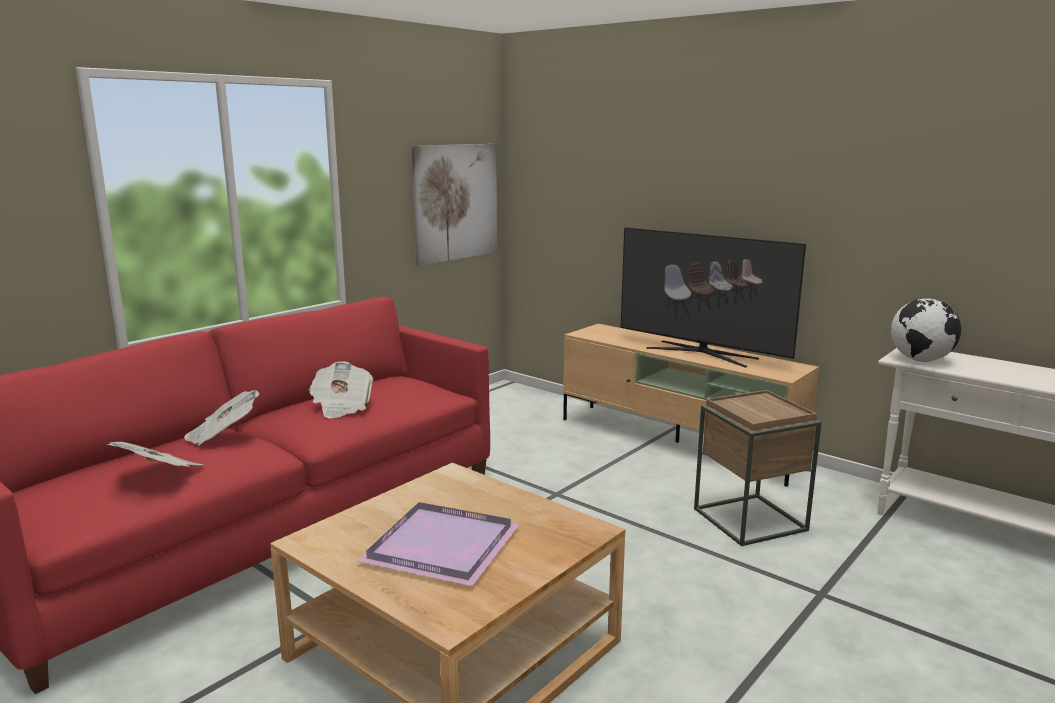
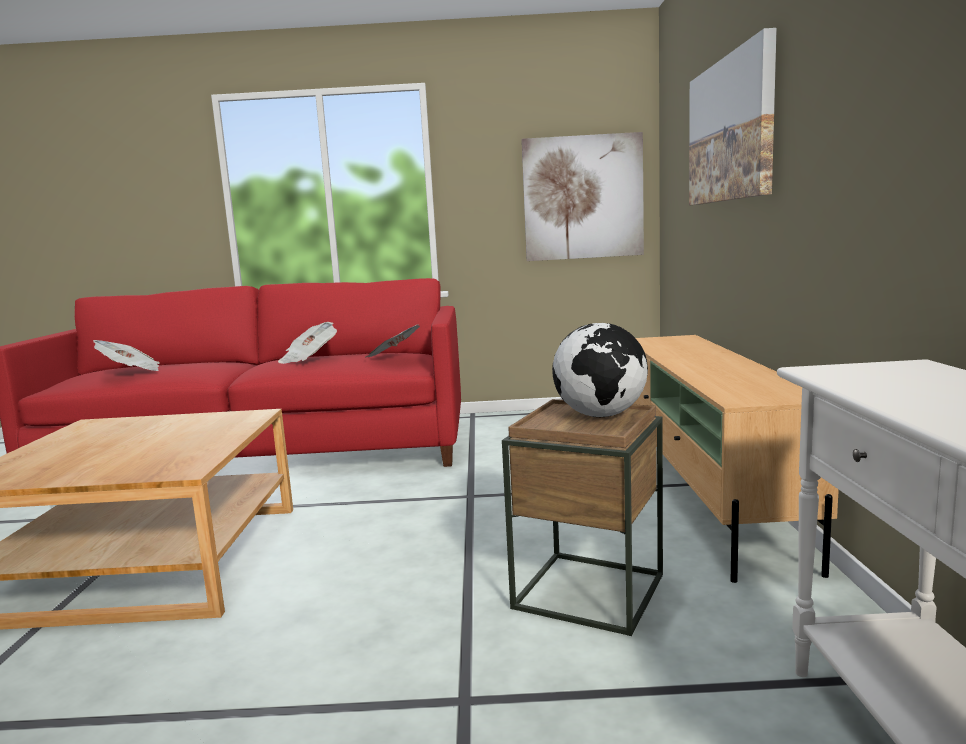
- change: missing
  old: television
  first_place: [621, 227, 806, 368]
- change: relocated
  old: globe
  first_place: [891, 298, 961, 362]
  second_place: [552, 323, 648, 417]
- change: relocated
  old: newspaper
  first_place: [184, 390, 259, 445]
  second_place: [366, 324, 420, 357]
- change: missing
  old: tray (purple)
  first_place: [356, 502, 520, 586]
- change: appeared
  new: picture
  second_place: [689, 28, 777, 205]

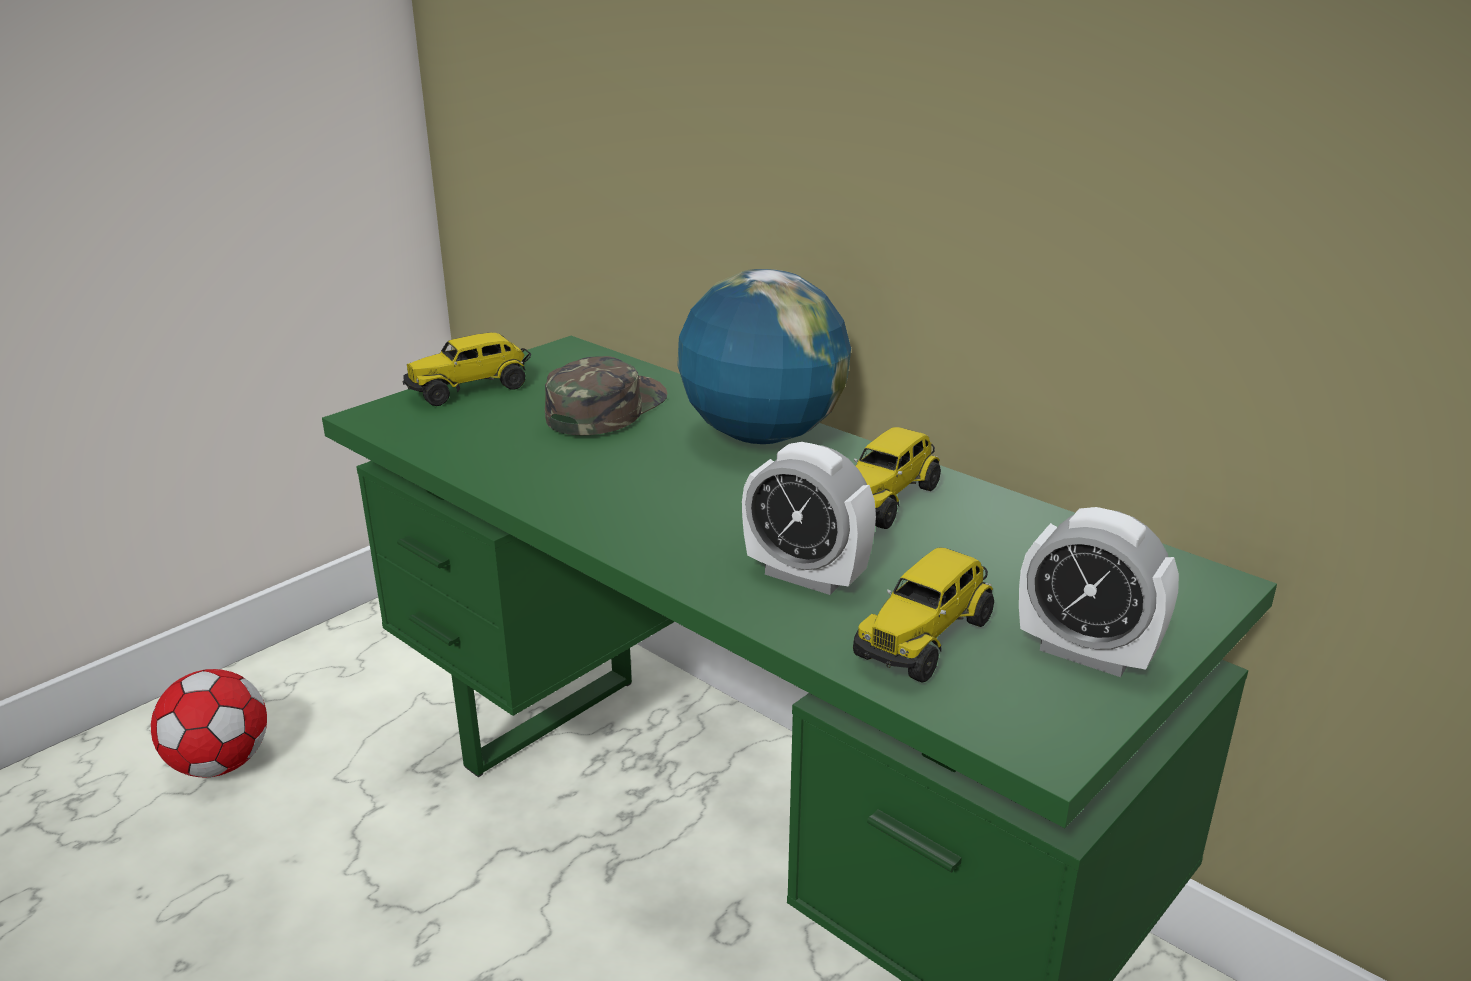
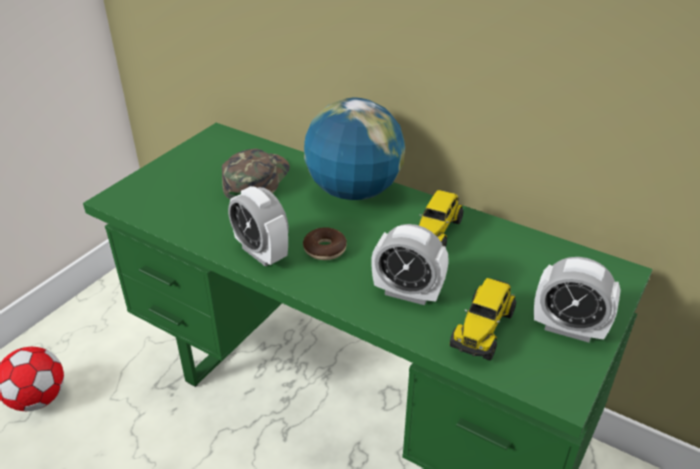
- change: missing
  old: toy truck
  first_place: [402, 332, 531, 406]
- change: appeared
  new: alarm clock
  second_place: [228, 186, 289, 267]
- change: appeared
  new: donut
  second_place: [303, 227, 347, 260]

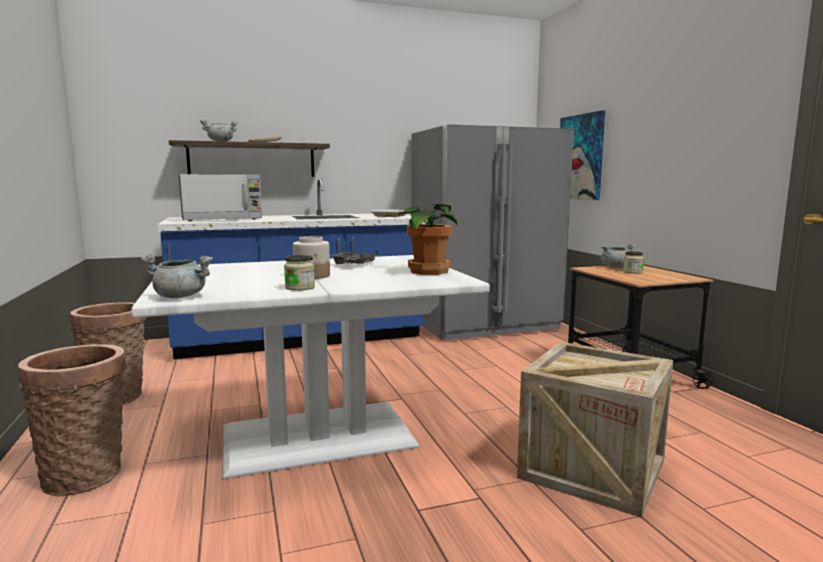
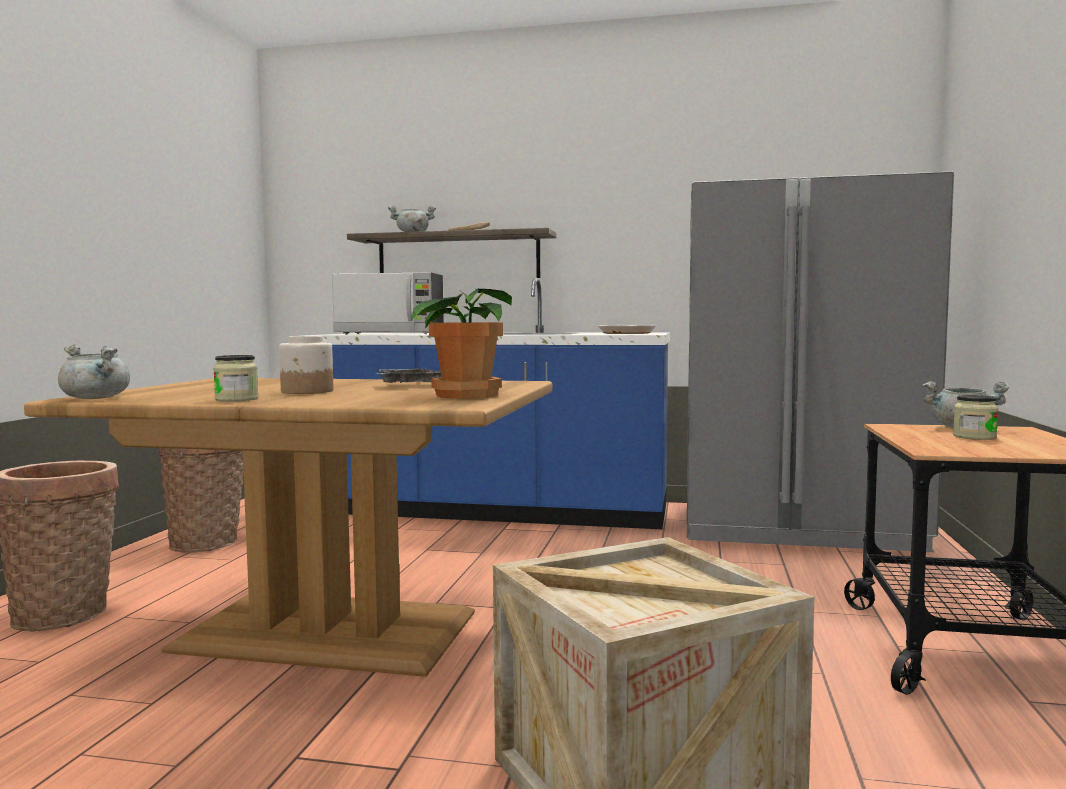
- change: missing
  old: picture
  first_place: [560, 111, 605, 200]
- change: colour
  old: dining table (white)
  new: dining table (brown)
  first_place: [131, 255, 490, 479]
  second_place: [24, 378, 552, 677]

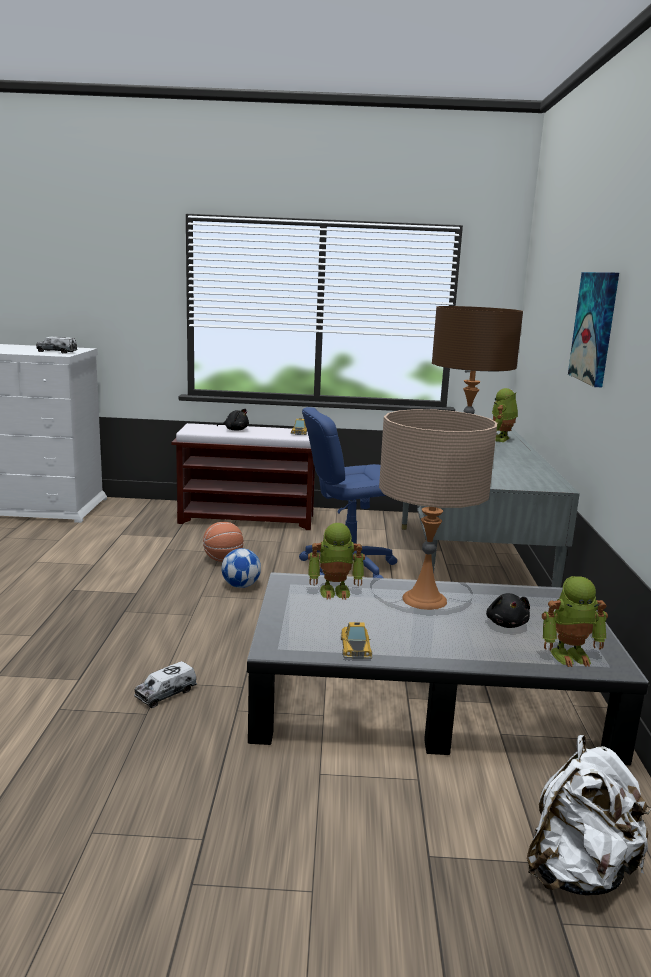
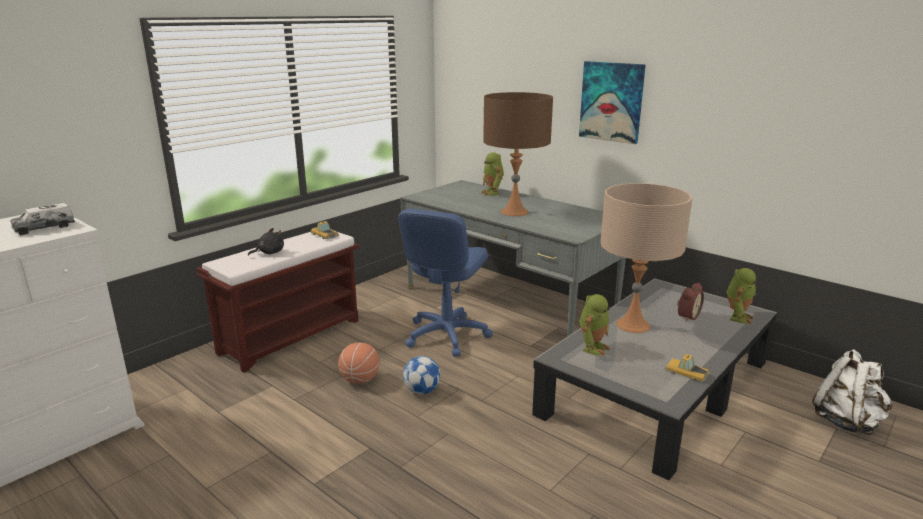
- change: exchanged
  old: plush toy (black)
  new: alarm clock
  first_place: [486, 593, 530, 628]
  second_place: [677, 283, 704, 322]
- change: missing
  old: toy truck
  first_place: [134, 661, 197, 708]

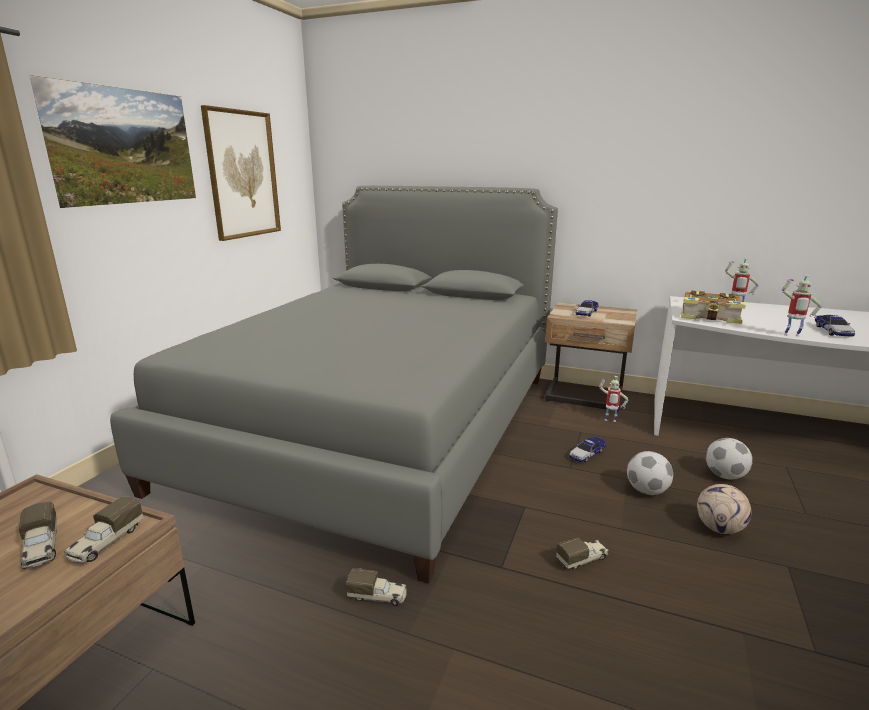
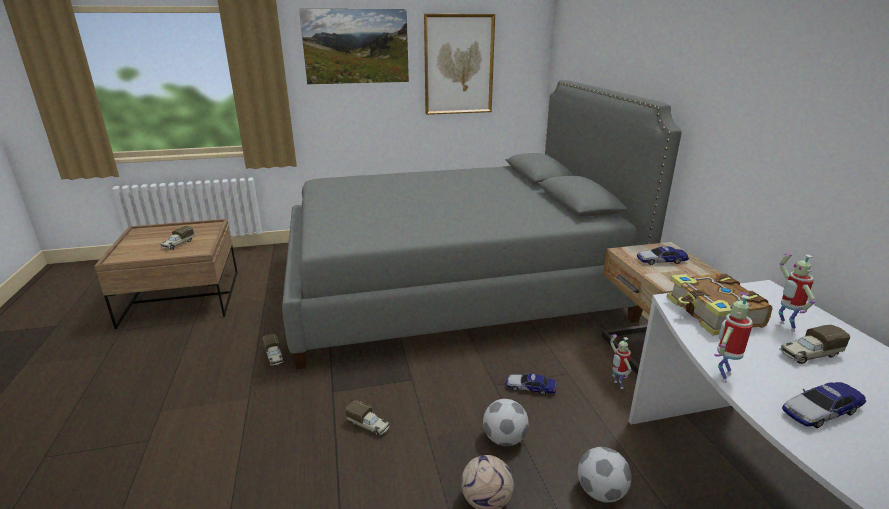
- change: spun
  old: toy robot
  first_place: [782, 275, 822, 336]
  second_place: [714, 292, 753, 383]
  degrees: 60
- change: relocated
  old: toy truck
  first_place: [64, 496, 144, 563]
  second_place: [779, 325, 850, 364]

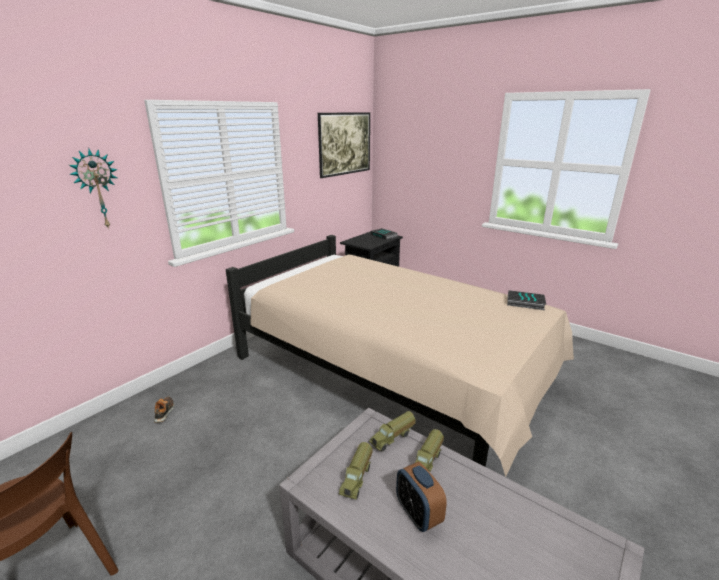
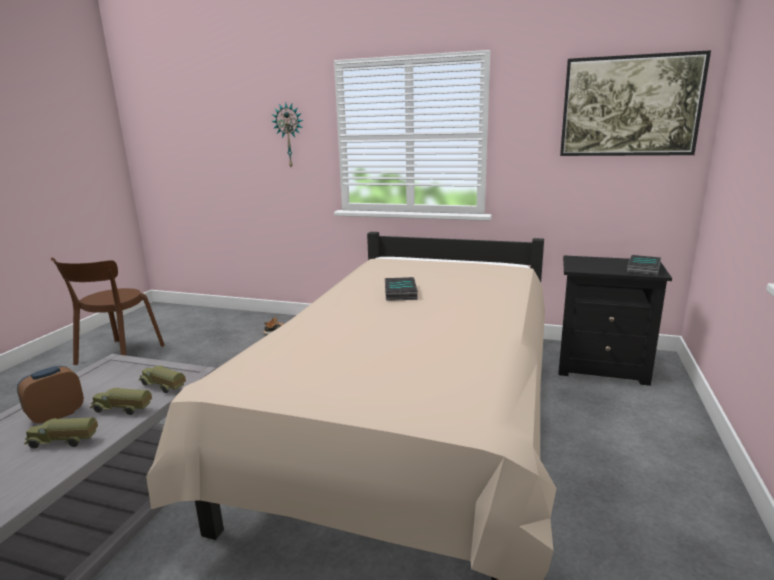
- change: relocated
  old: book
  first_place: [507, 290, 546, 310]
  second_place: [385, 277, 418, 301]
- change: relocated
  old: toy truck
  first_place: [339, 442, 373, 500]
  second_place: [24, 418, 98, 448]

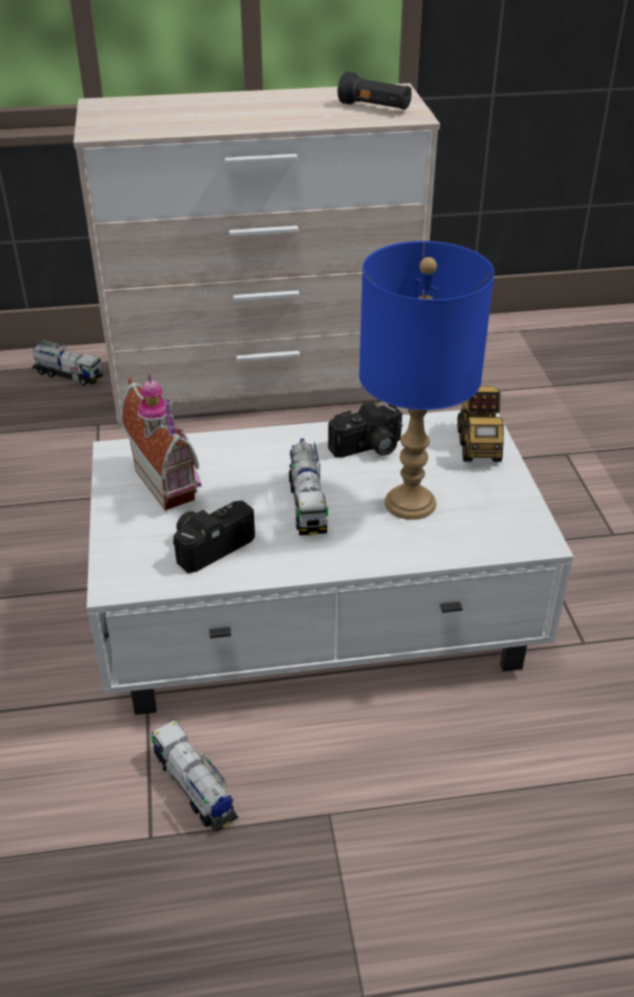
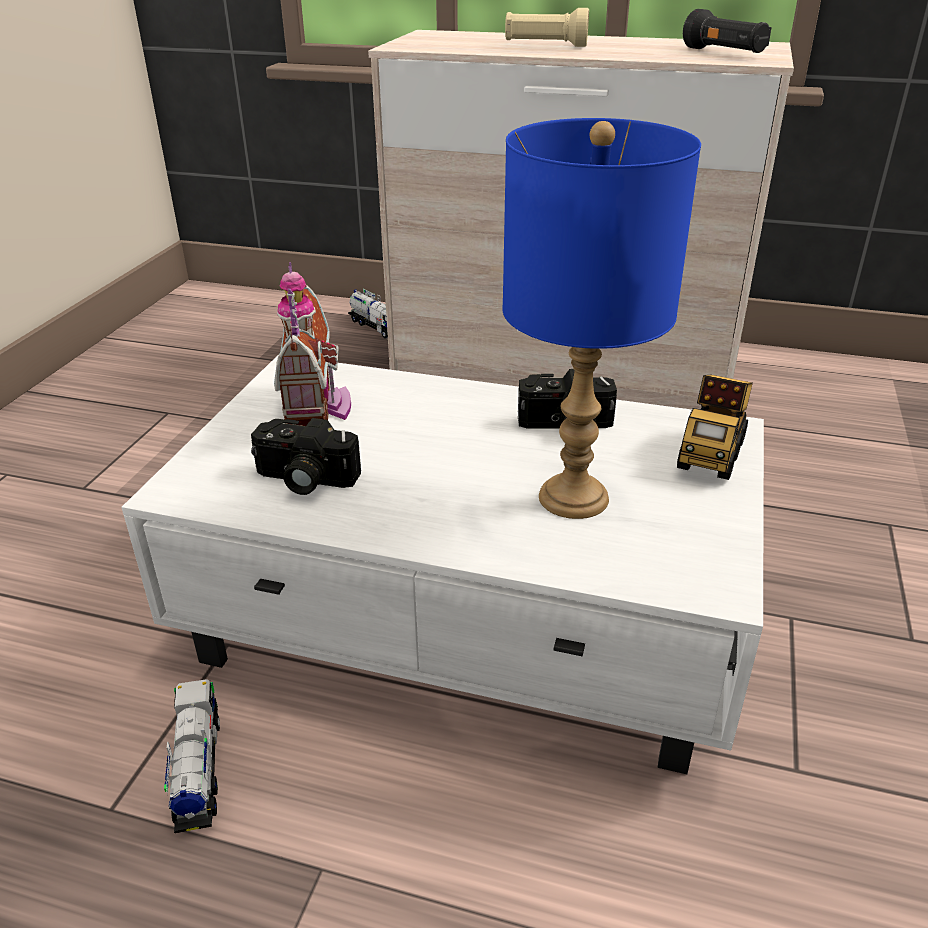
- change: missing
  old: toy truck
  first_place: [289, 438, 328, 535]
- change: spun
  old: photo camera
  first_place: [173, 500, 255, 573]
  second_place: [251, 418, 361, 495]
  degrees: -150
- change: appeared
  new: flashlight (beige)
  second_place: [505, 8, 589, 47]

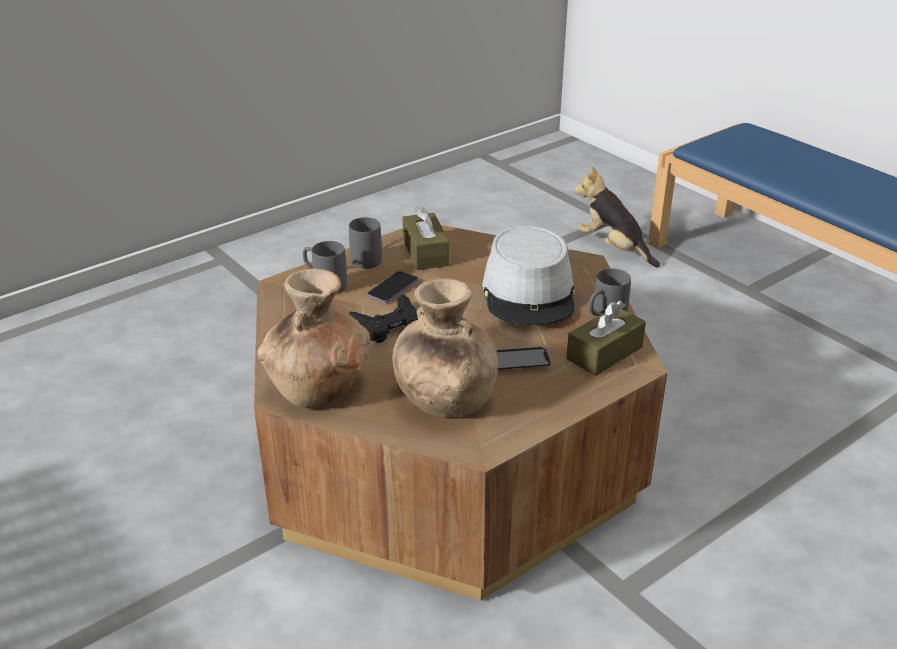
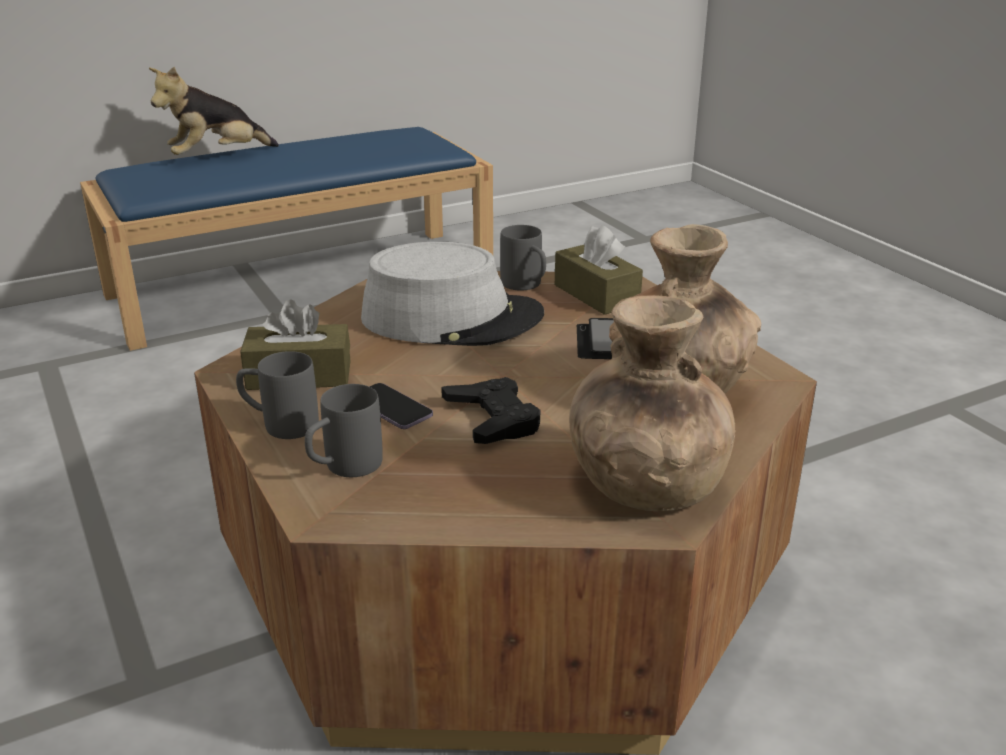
- change: relocated
  old: plush toy
  first_place: [574, 166, 660, 267]
  second_place: [149, 66, 279, 155]

